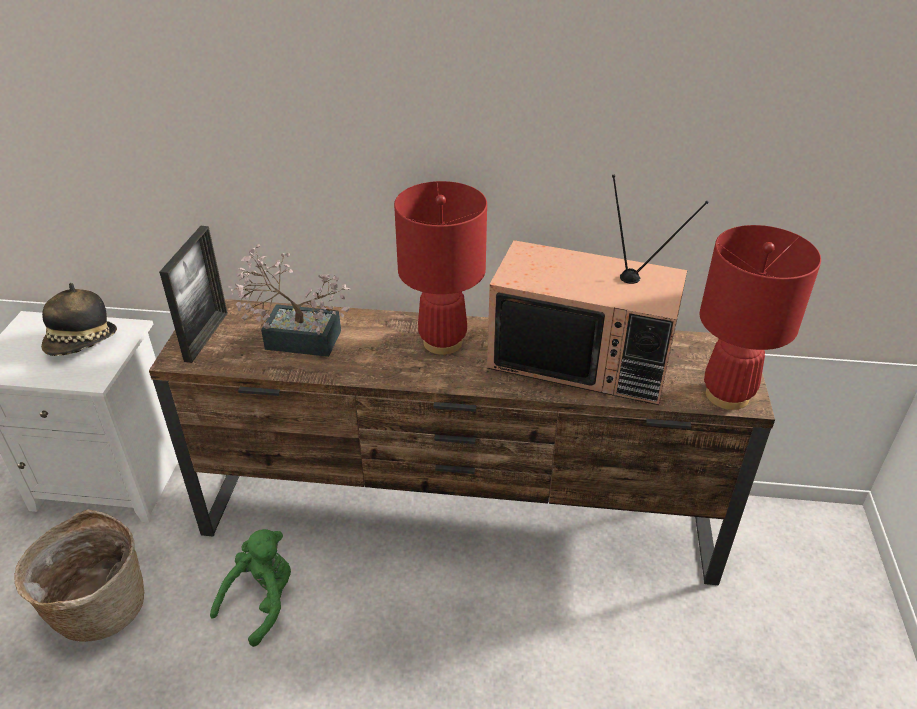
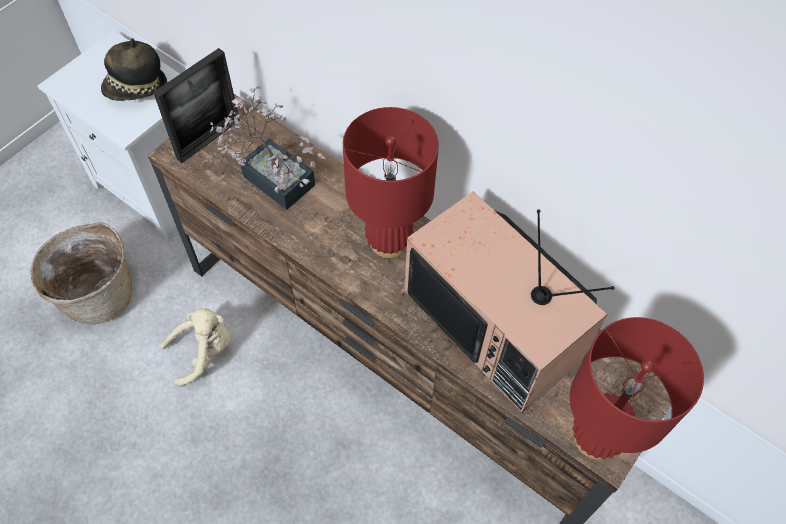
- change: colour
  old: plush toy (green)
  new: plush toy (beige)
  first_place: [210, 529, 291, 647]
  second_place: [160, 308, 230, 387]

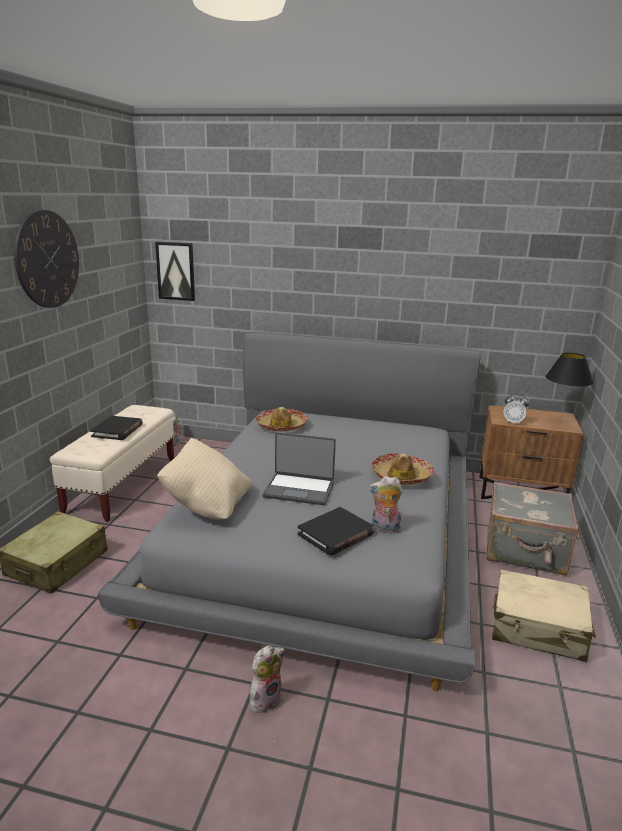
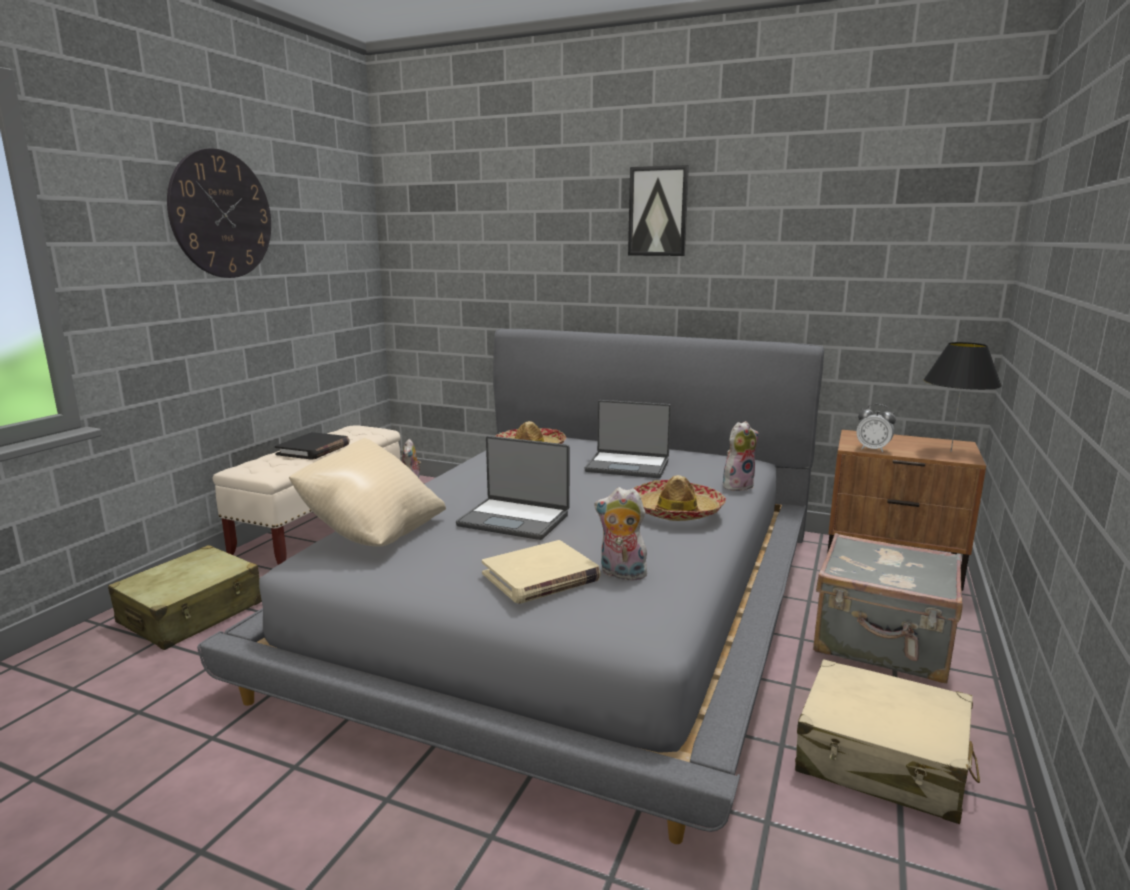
- change: relocated
  old: picture
  first_place: [155, 242, 195, 301]
  second_place: [628, 165, 689, 256]
- change: colour
  old: book (black)
  new: book (beige)
  first_place: [298, 507, 375, 556]
  second_place: [482, 540, 600, 604]
- change: relocated
  old: plush toy
  first_place: [250, 645, 284, 715]
  second_place: [723, 421, 759, 491]
- change: appeared
  new: laptop
  second_place: [585, 400, 671, 478]

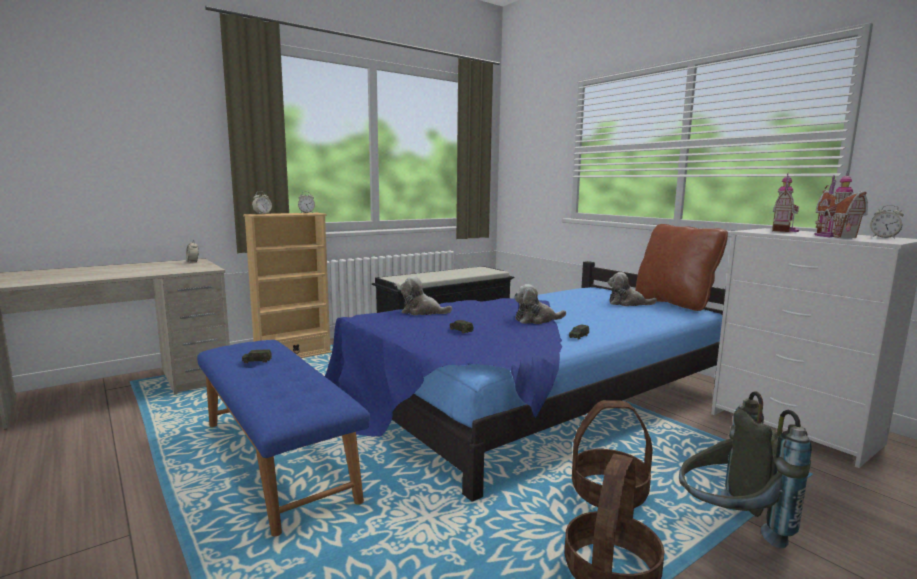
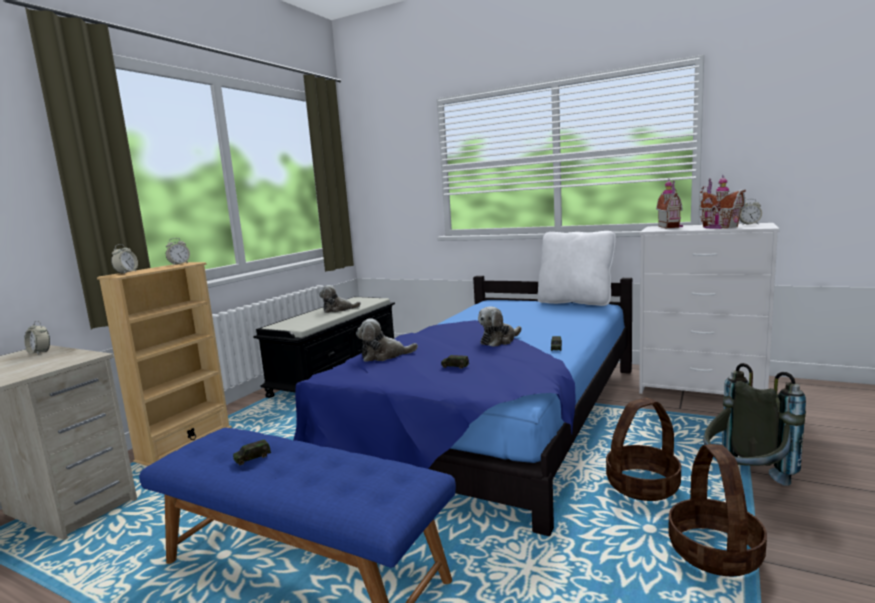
- change: colour
  old: pillow (brown)
  new: pillow (white)
  first_place: [635, 224, 728, 311]
  second_place: [537, 231, 616, 306]
- change: relocated
  old: plush toy
  first_place: [608, 272, 657, 306]
  second_place: [319, 285, 361, 313]

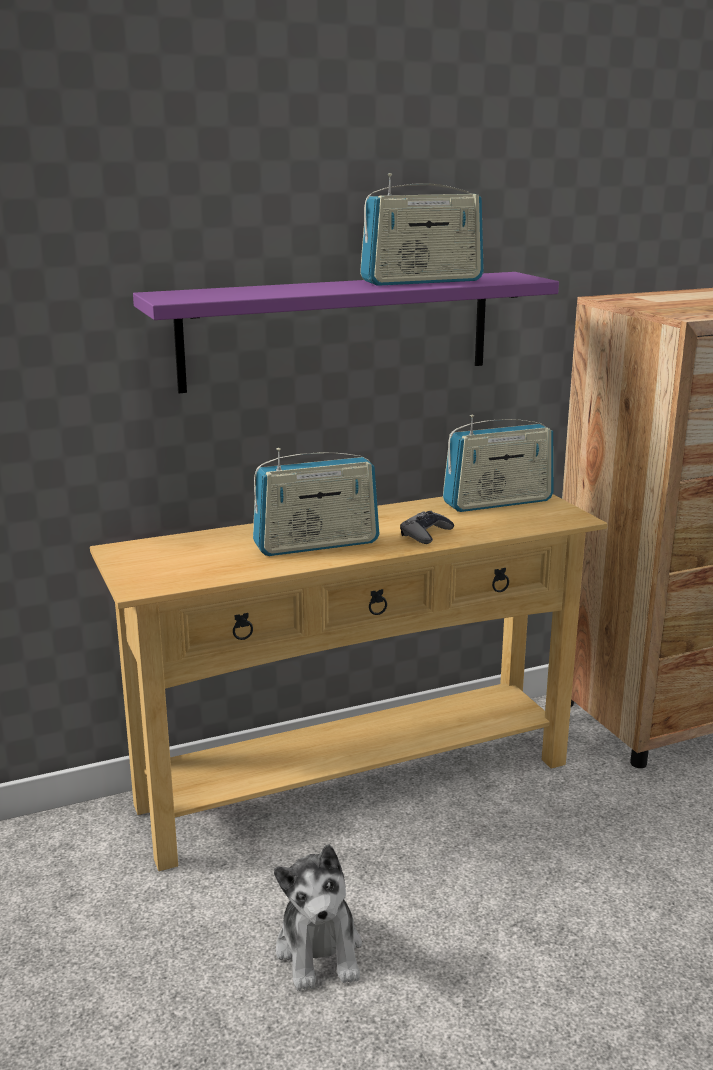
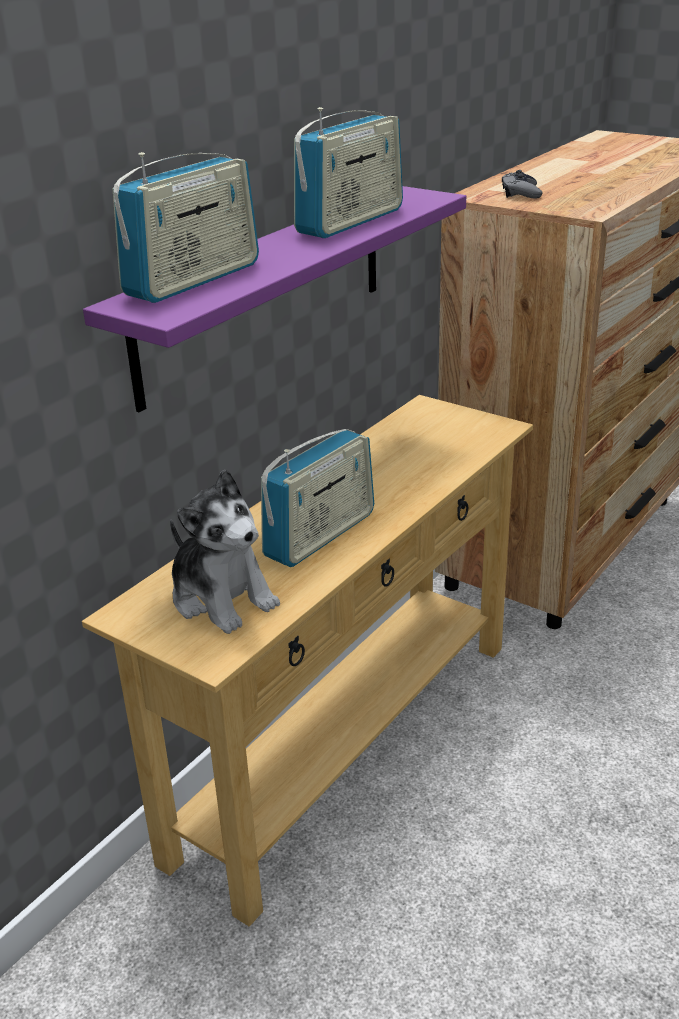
- change: relocated
  old: radio
  first_place: [443, 415, 553, 512]
  second_place: [113, 152, 259, 303]
- change: relocated
  old: game controller (grey)
  first_place: [400, 511, 454, 544]
  second_place: [502, 170, 542, 199]
- change: relocated
  old: plush toy
  first_place: [274, 844, 362, 991]
  second_place: [170, 469, 280, 634]

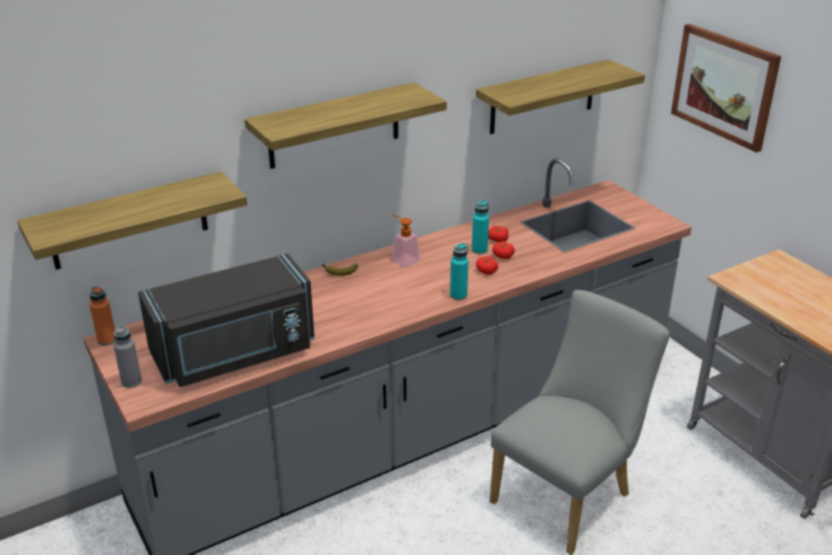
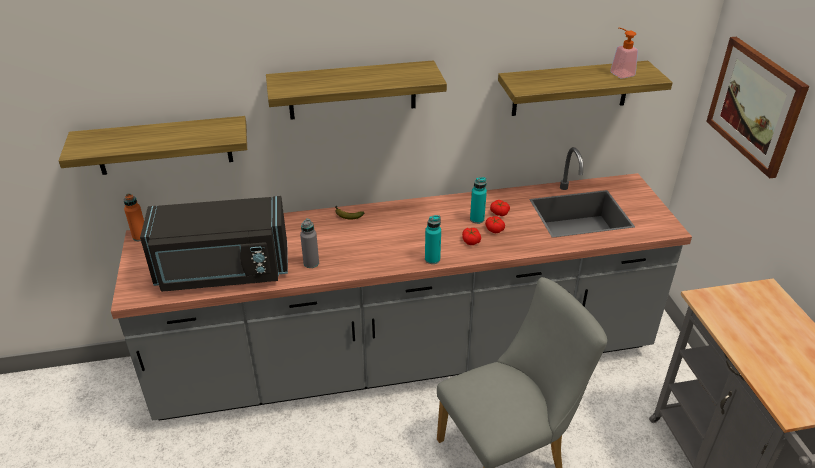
- change: relocated
  old: soap dispenser
  first_place: [392, 215, 420, 267]
  second_place: [610, 27, 638, 79]
- change: relocated
  old: bottle (grey)
  first_place: [114, 325, 142, 388]
  second_place: [300, 219, 319, 268]

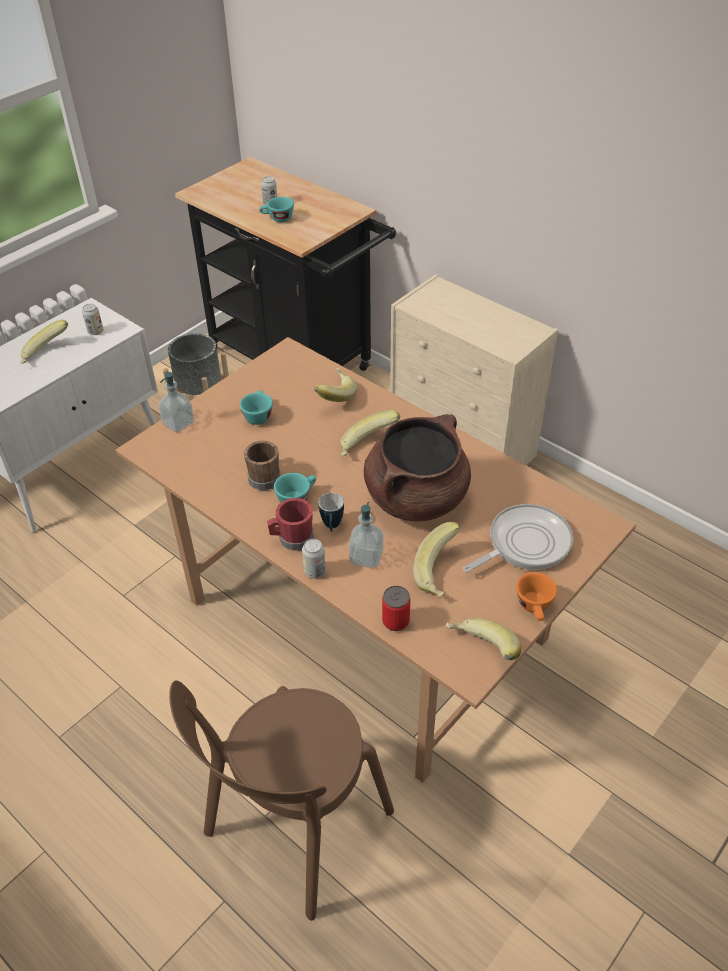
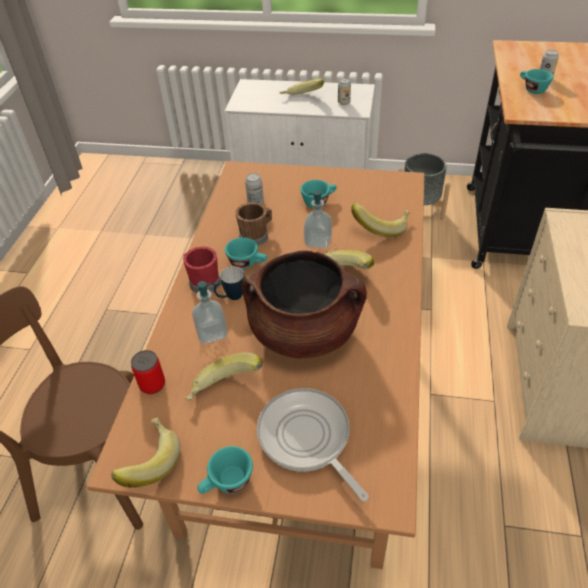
- change: relocated
  old: soap dispenser
  first_place: [158, 372, 194, 433]
  second_place: [304, 190, 332, 248]
- change: spun
  old: frying pan
  first_place: [463, 504, 573, 573]
  second_place: [257, 388, 369, 502]
  degrees: -150
- change: relocated
  old: can
  first_place: [302, 539, 326, 578]
  second_place: [245, 173, 264, 204]
- change: colour
  old: cup (orange)
  new: cup (turquoise)
  first_place: [516, 572, 557, 621]
  second_place: [198, 446, 253, 494]

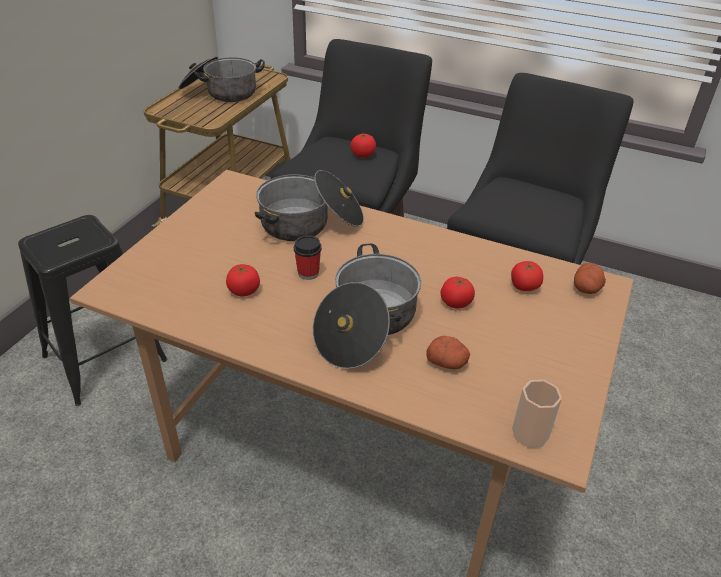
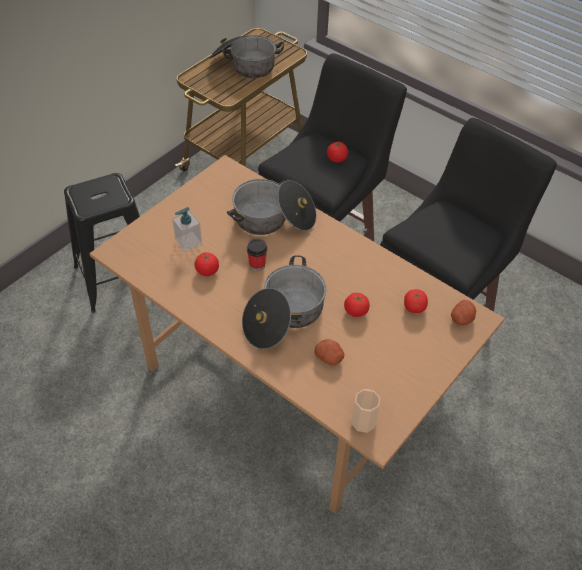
- change: appeared
  new: soap dispenser
  second_place: [172, 207, 202, 251]

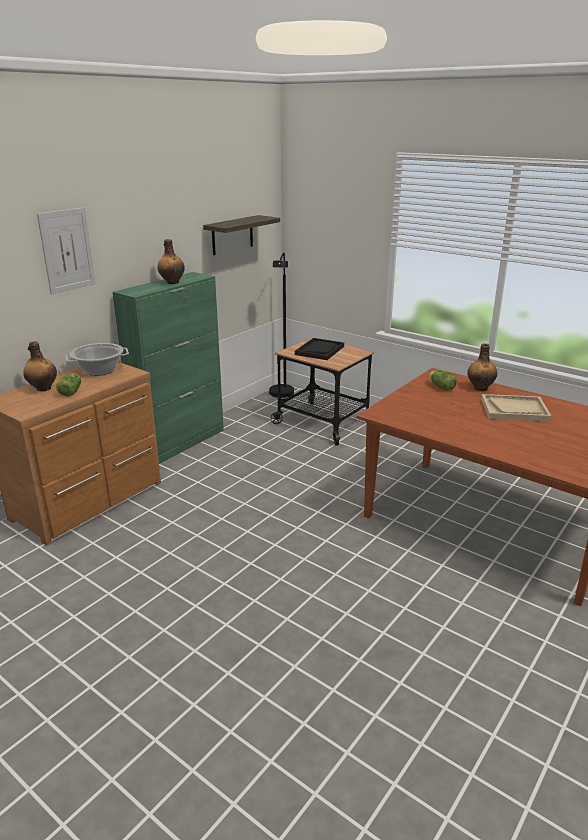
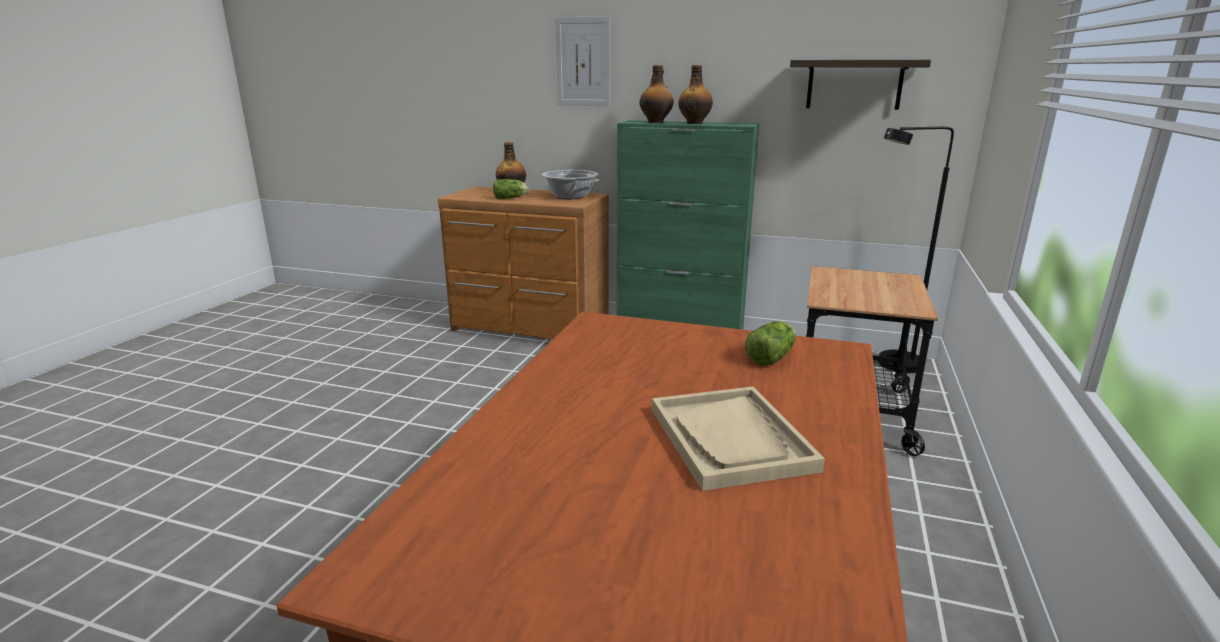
- change: missing
  old: tray (black)
  first_place: [295, 338, 344, 360]
- change: relocated
  old: bottle
  first_place: [467, 343, 497, 391]
  second_place: [640, 65, 674, 123]

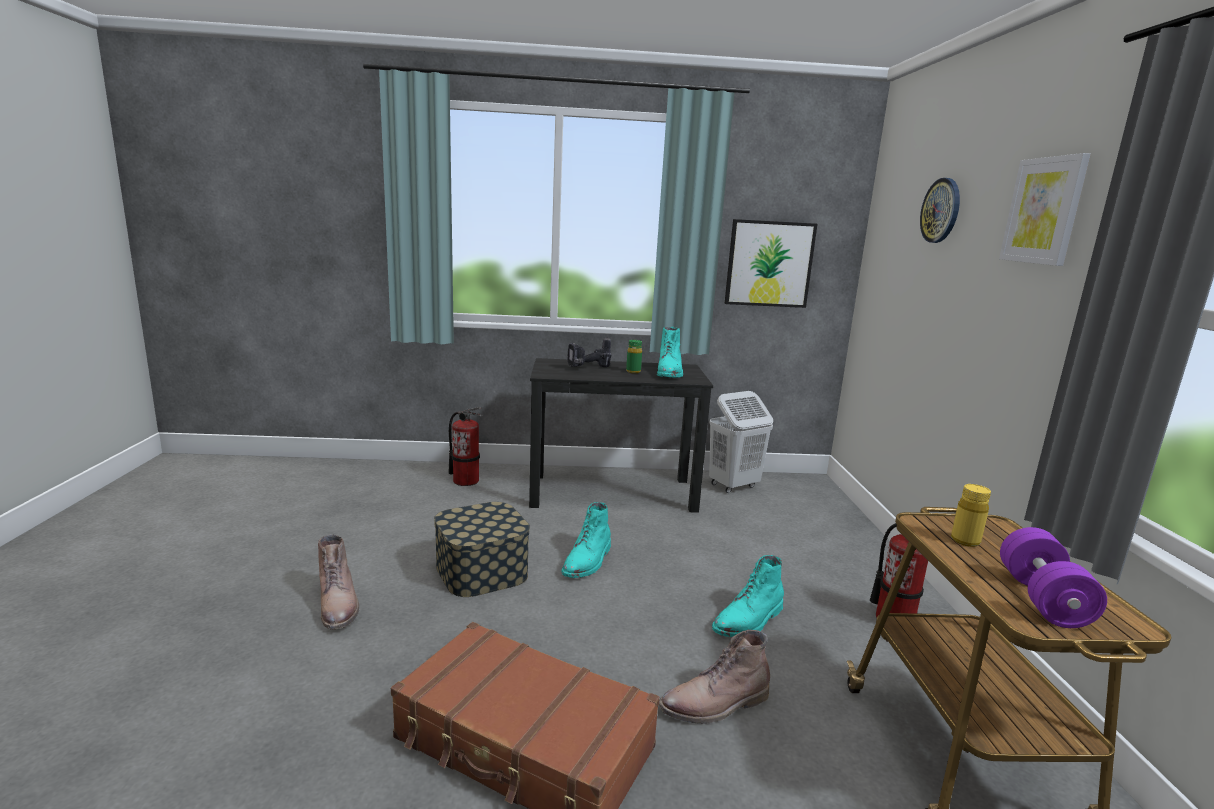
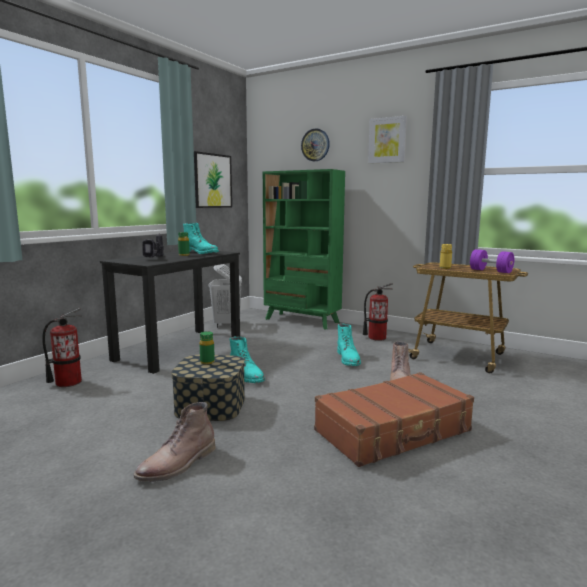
- change: spun
  old: boot (brown)
  first_place: [318, 534, 359, 630]
  second_place: [133, 402, 216, 482]
  degrees: 120
- change: appeared
  new: bookcase (green)
  second_place: [263, 169, 345, 330]
- change: appeared
  new: bottle (green)
  second_place: [200, 331, 215, 365]

